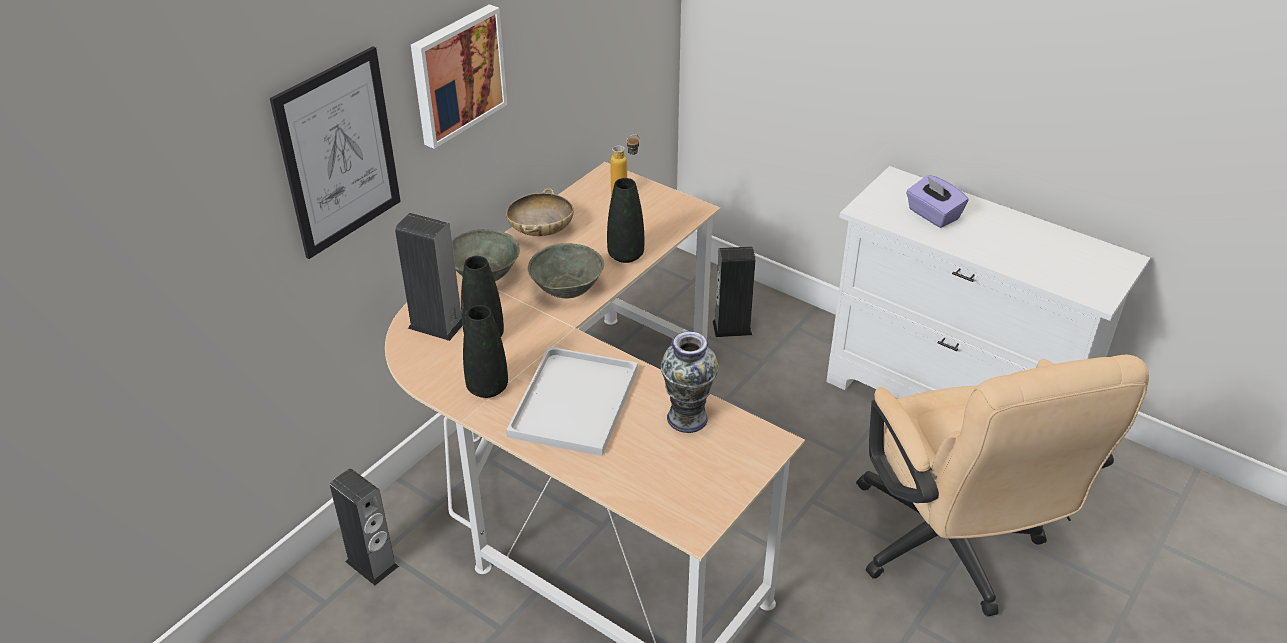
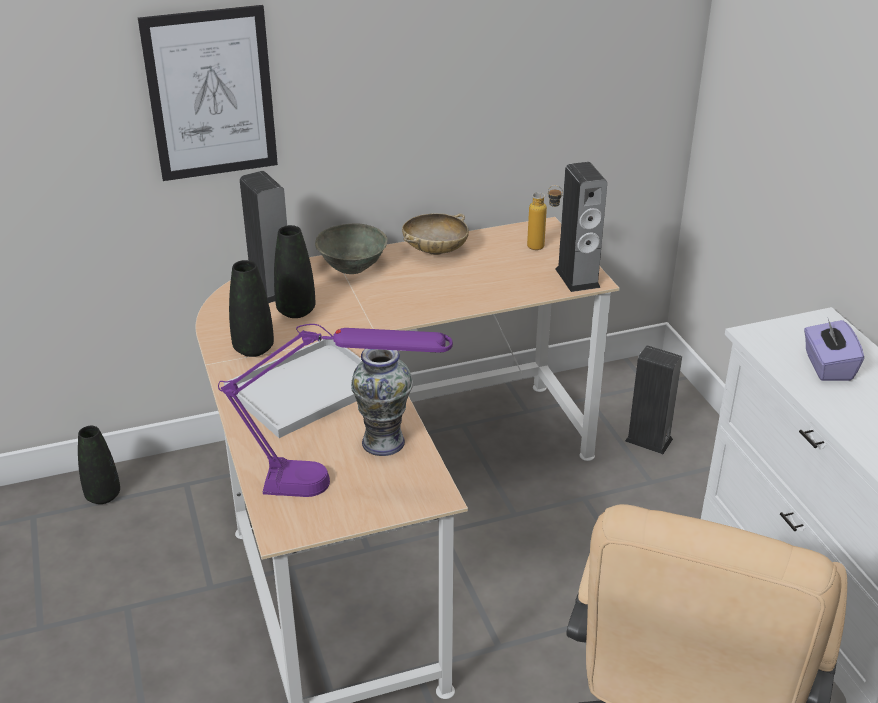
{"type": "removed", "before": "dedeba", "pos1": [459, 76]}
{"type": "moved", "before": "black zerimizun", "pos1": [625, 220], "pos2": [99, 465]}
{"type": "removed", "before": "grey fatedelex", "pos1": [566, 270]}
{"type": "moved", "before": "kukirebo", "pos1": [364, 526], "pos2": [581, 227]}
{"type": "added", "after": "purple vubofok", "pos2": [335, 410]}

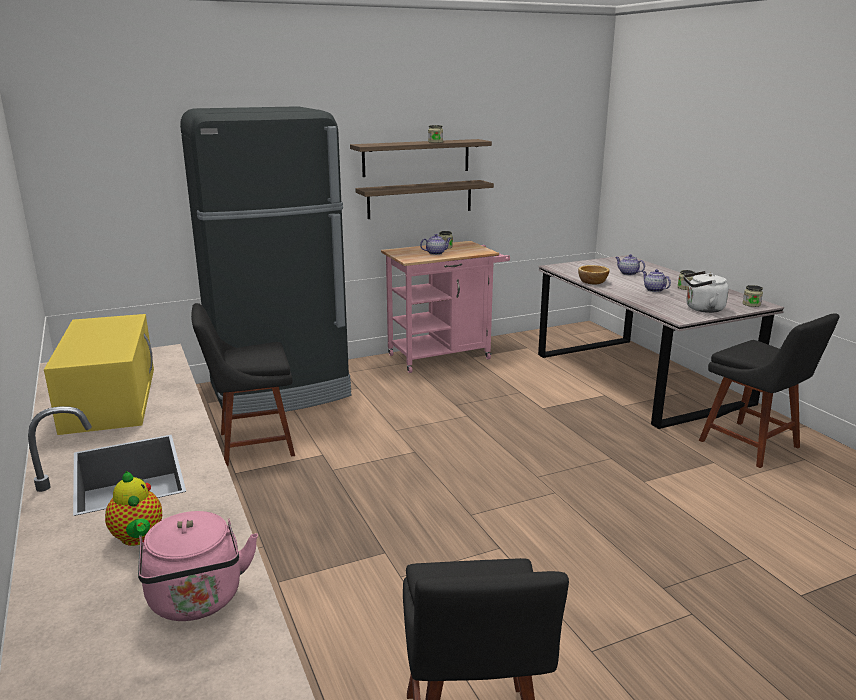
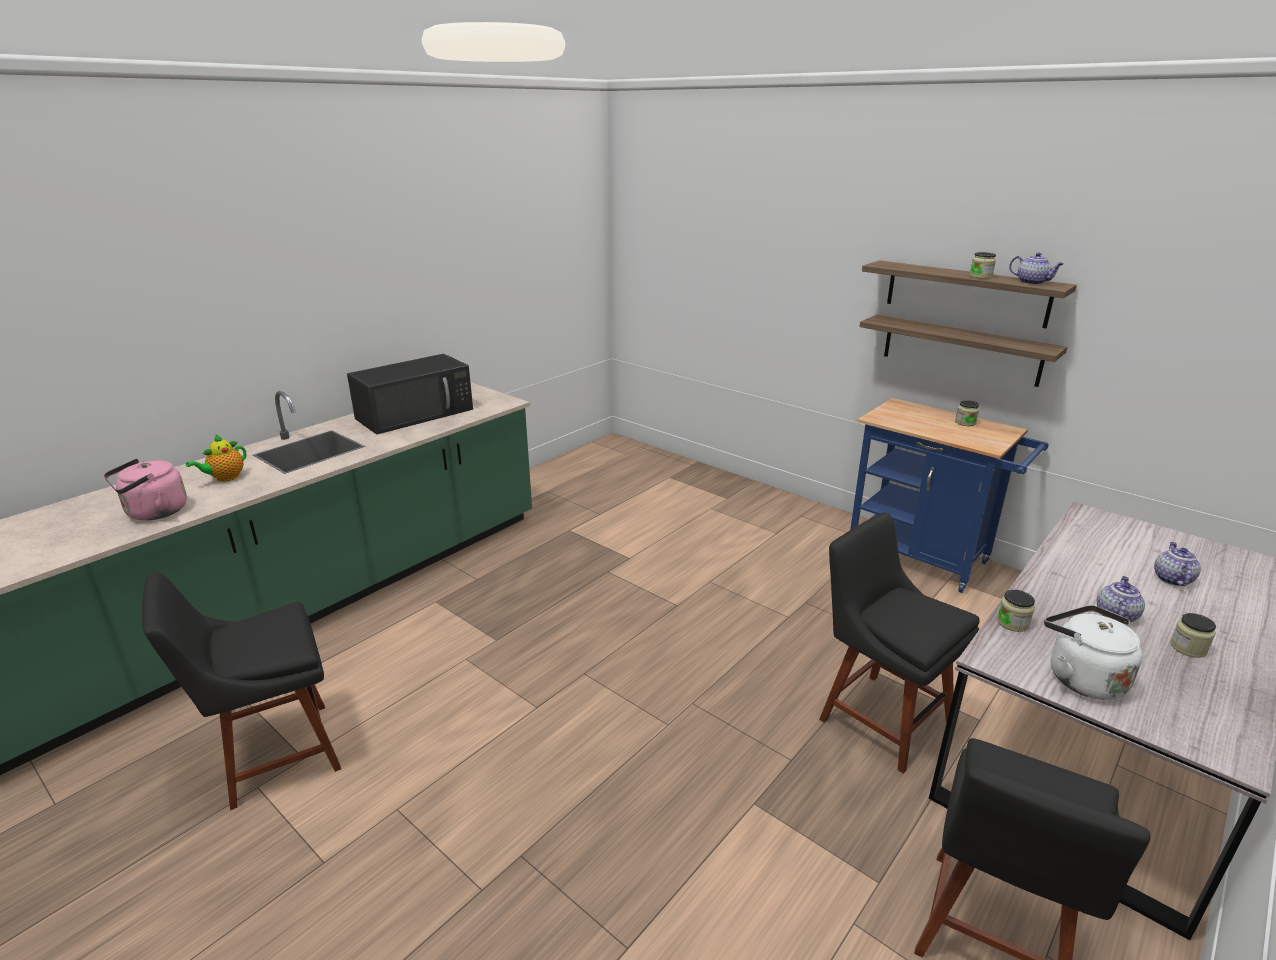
{"type": "removed", "before": "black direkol", "pos1": [265, 260]}
{"type": "moved", "before": "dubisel", "pos1": [435, 244], "pos2": [1036, 268]}
{"type": "recoloured", "before": "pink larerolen", "after": "blue larerolen", "pos1": [445, 307], "pos2": [949, 495]}
{"type": "removed", "before": "fatedelex", "pos1": [593, 275]}
{"type": "moved", "before": "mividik", "pos1": [753, 296], "pos2": [1016, 611]}
{"type": "moved", "before": "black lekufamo", "pos1": [243, 384], "pos2": [899, 643]}
{"type": "recoloured", "before": "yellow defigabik", "after": "black defigabik", "pos1": [99, 374], "pos2": [410, 394]}

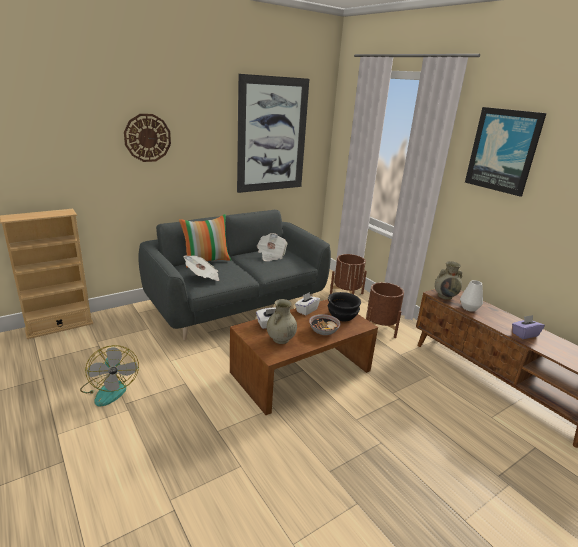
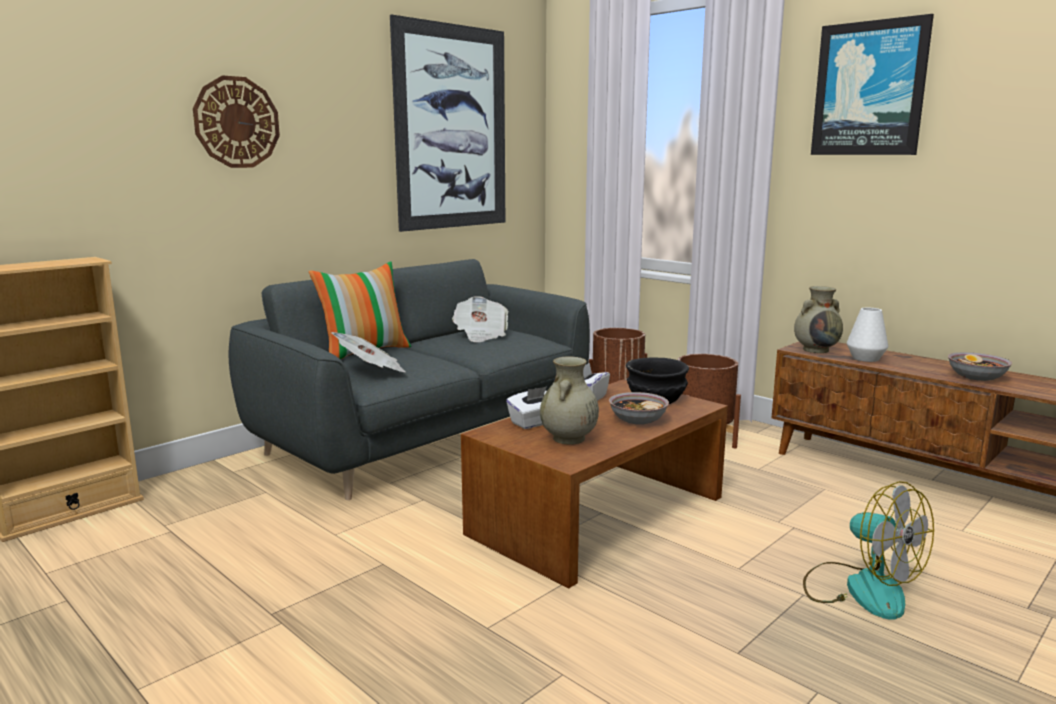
{"type": "replaced", "before": "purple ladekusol", "after": "fatedelex", "pos1": [528, 327], "pos2": [980, 366]}
{"type": "moved", "before": "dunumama", "pos1": [109, 376], "pos2": [868, 550]}

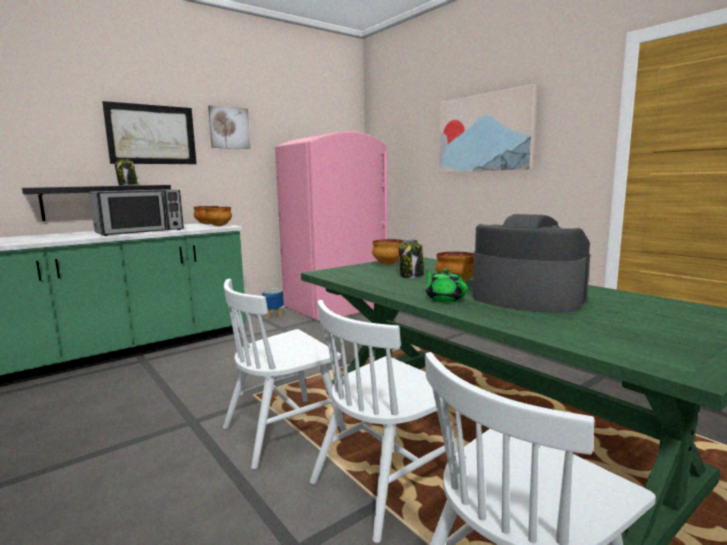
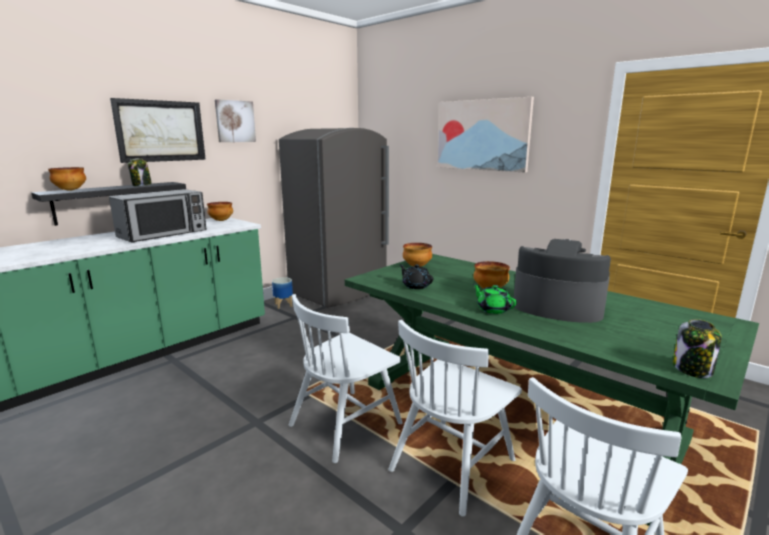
{"type": "recoloured", "before": "pink direkol", "after": "grey direkol", "pos1": [331, 226], "pos2": [334, 218]}
{"type": "moved", "before": "fatedelex", "pos1": [218, 216], "pos2": [67, 179]}
{"type": "moved", "before": "mividik", "pos1": [411, 258], "pos2": [697, 348]}
{"type": "added", "after": "black dubisel", "pos2": [416, 276]}

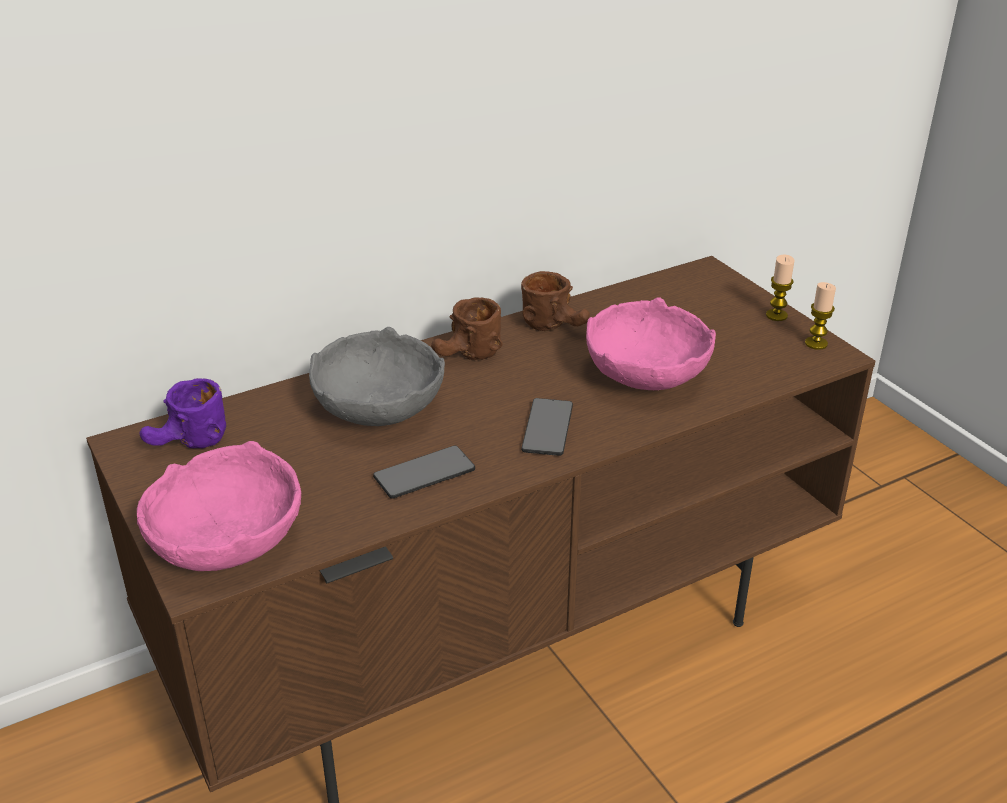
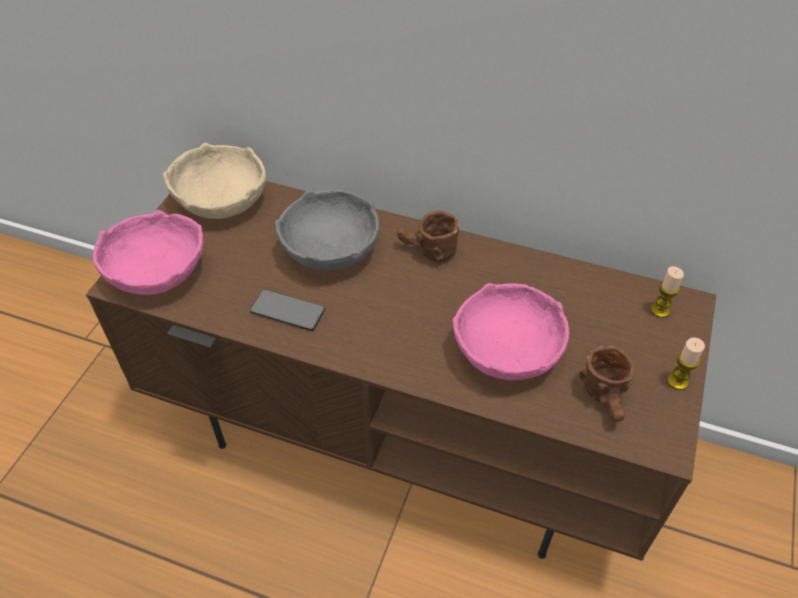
{"type": "moved", "before": "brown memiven", "pos1": [555, 301], "pos2": [607, 384]}
{"type": "moved", "before": "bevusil", "pos1": [820, 316], "pos2": [667, 292]}
{"type": "replaced", "before": "purple memiven", "after": "beige fatedelex", "pos1": [182, 413], "pos2": [214, 180]}
{"type": "removed", "before": "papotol", "pos1": [547, 427]}

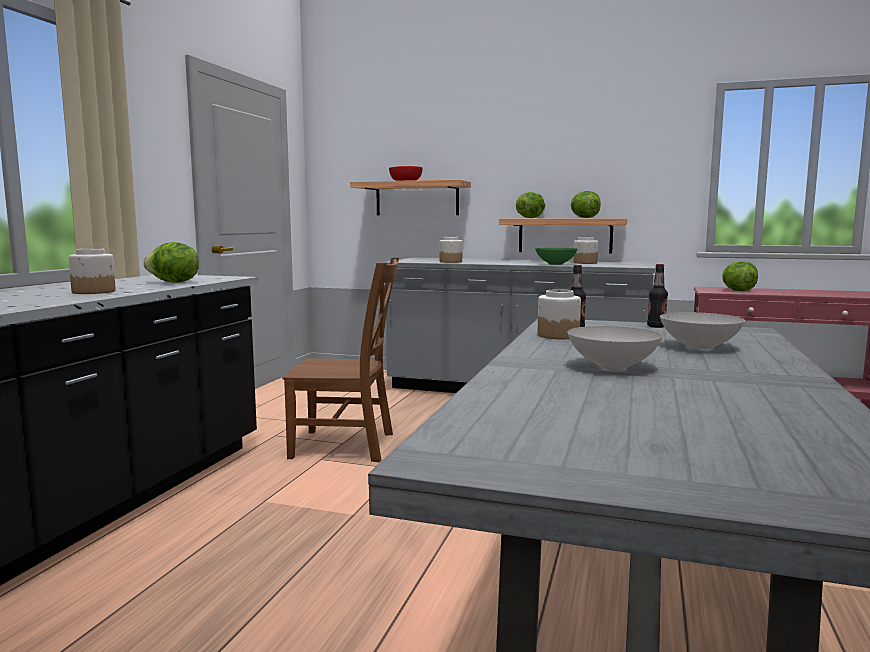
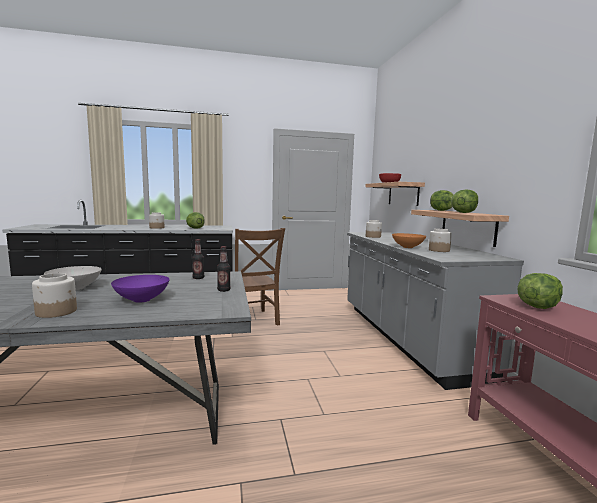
{"type": "recoloured", "before": "green fatedelex", "after": "orange fatedelex", "pos1": [556, 256], "pos2": [409, 240]}
{"type": "moved", "before": "mividik", "pos1": [559, 314], "pos2": [54, 295]}
{"type": "recoloured", "before": "white fatedelex", "after": "purple fatedelex", "pos1": [702, 330], "pos2": [140, 289]}

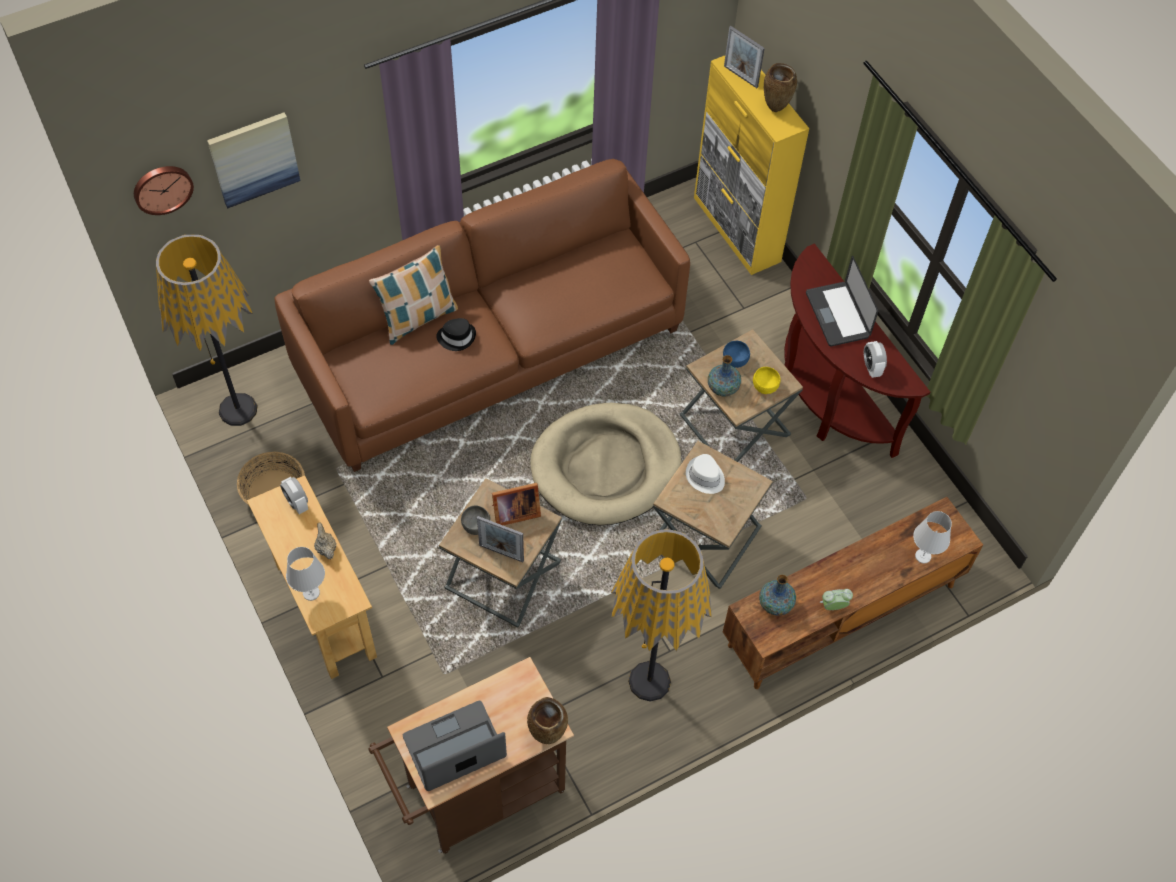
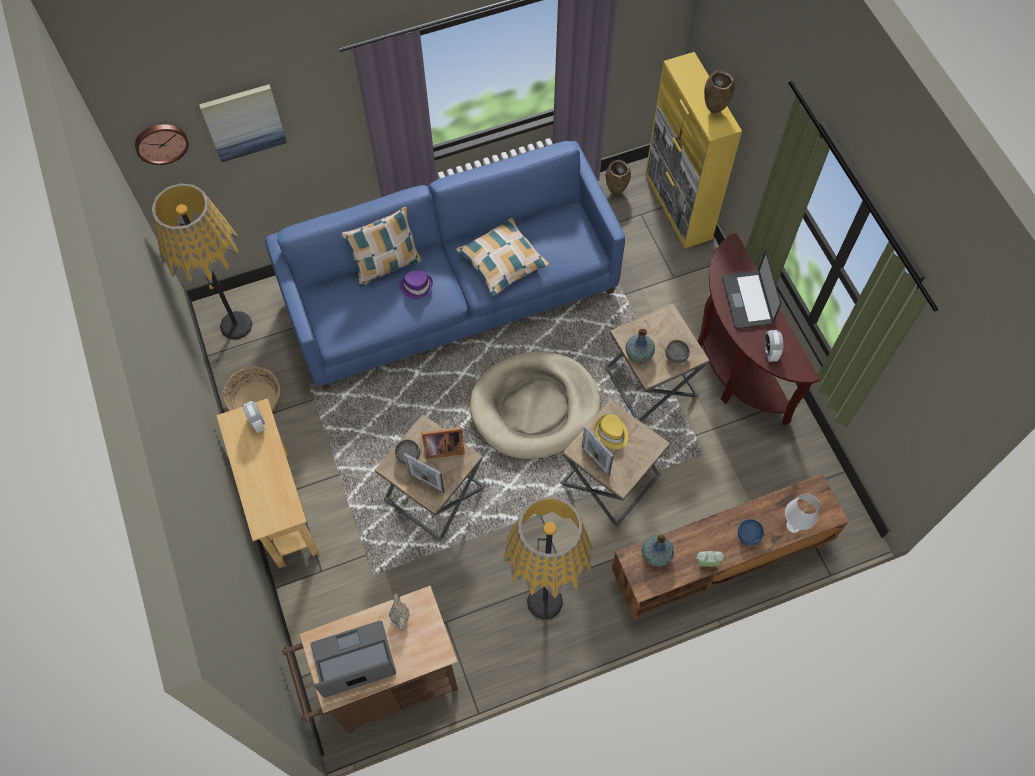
{"type": "moved", "before": "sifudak", "pos1": [744, 57], "pos2": [597, 451]}
{"type": "recoloured", "before": "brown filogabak", "after": "blue filogabak", "pos1": [482, 315], "pos2": [445, 265]}
{"type": "recoloured", "before": "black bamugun", "after": "purple bamugun", "pos1": [456, 334], "pos2": [416, 285]}
{"type": "moved", "before": "blue fatedelex", "pos1": [736, 354], "pos2": [751, 532]}
{"type": "recoloured", "before": "yellow fatedelex", "after": "grey fatedelex", "pos1": [767, 380], "pos2": [677, 352]}
{"type": "recoloured", "before": "white bamugun", "after": "yellow bamugun", "pos1": [705, 474], "pos2": [611, 431]}
{"type": "moved", "before": "beige dubisel", "pos1": [325, 540], "pos2": [399, 611]}
{"type": "removed", "before": "white vubofok", "pos1": [305, 574]}
{"type": "moved", "before": "brown zerimizun", "pos1": [547, 720], "pos2": [618, 177]}
{"type": "added", "after": "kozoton", "pos2": [502, 257]}

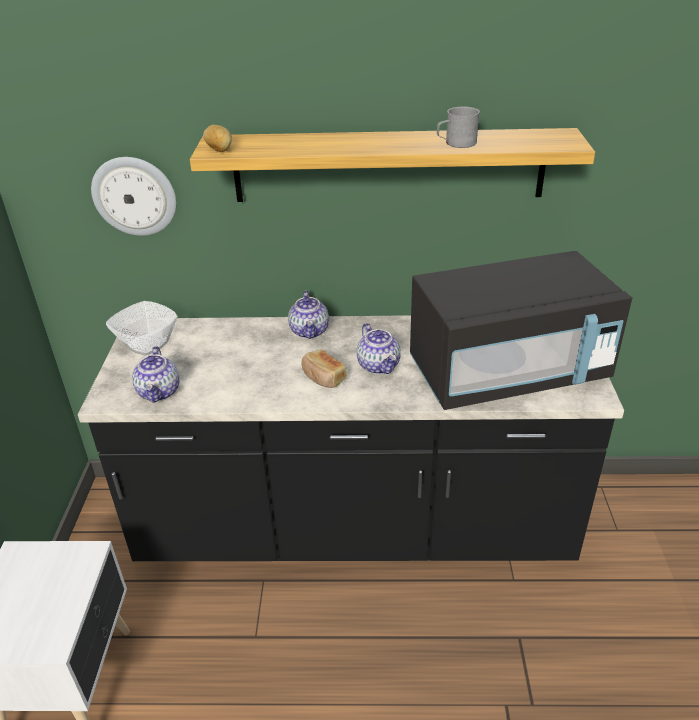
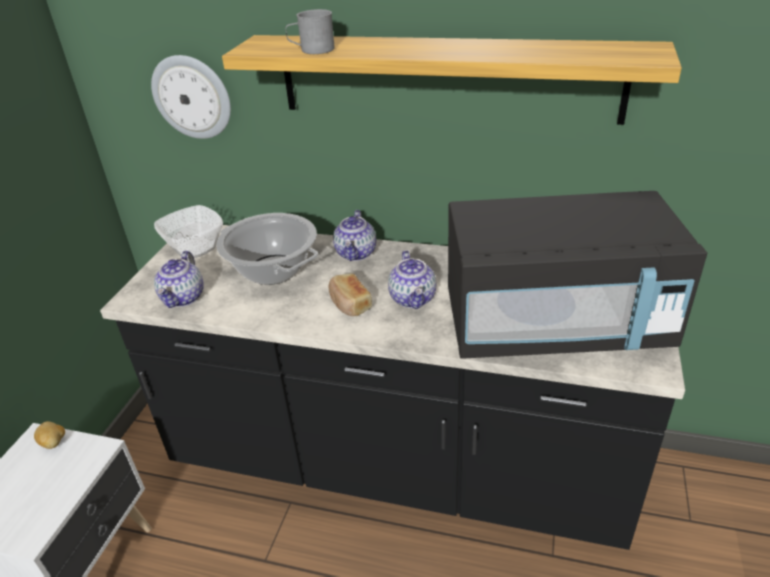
{"type": "moved", "before": "grey memiven", "pos1": [458, 127], "pos2": [310, 31]}
{"type": "moved", "before": "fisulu", "pos1": [217, 138], "pos2": [49, 435]}
{"type": "added", "after": "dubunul", "pos2": [267, 249]}

